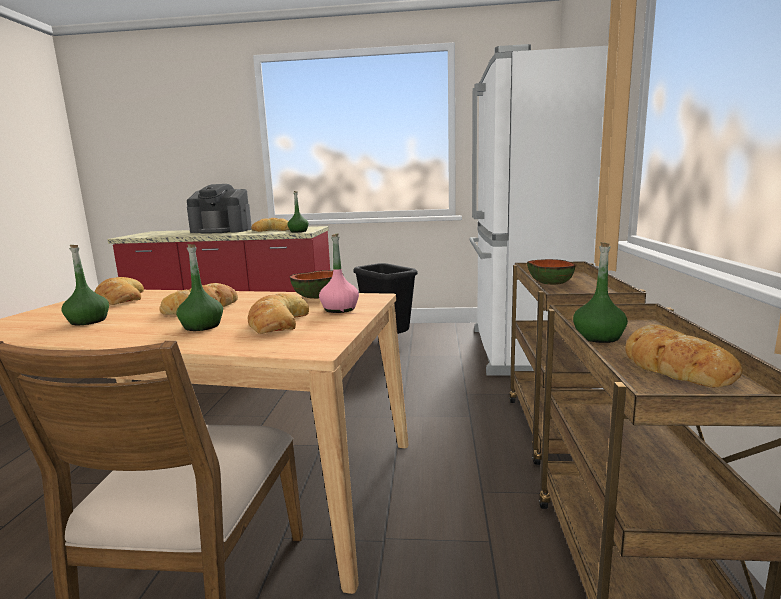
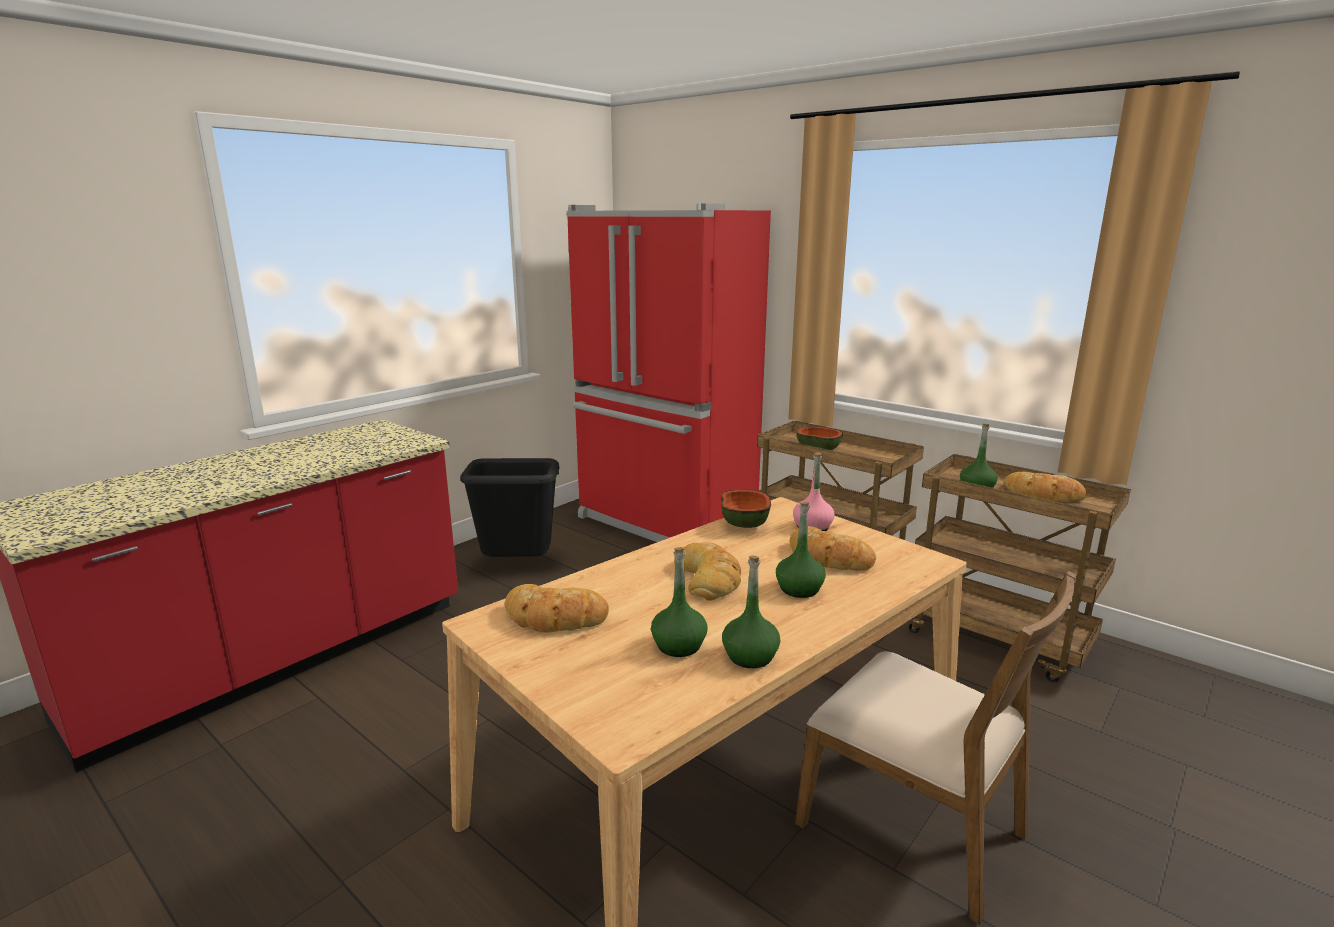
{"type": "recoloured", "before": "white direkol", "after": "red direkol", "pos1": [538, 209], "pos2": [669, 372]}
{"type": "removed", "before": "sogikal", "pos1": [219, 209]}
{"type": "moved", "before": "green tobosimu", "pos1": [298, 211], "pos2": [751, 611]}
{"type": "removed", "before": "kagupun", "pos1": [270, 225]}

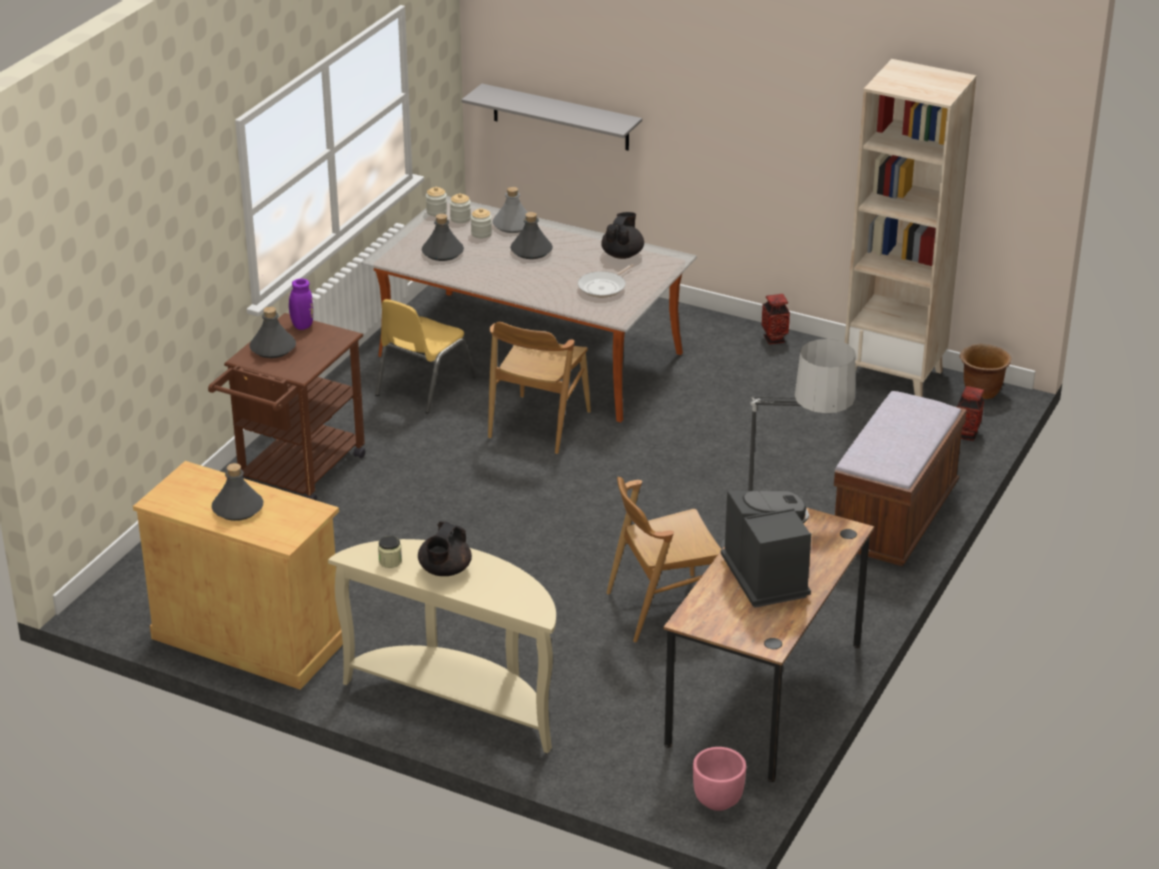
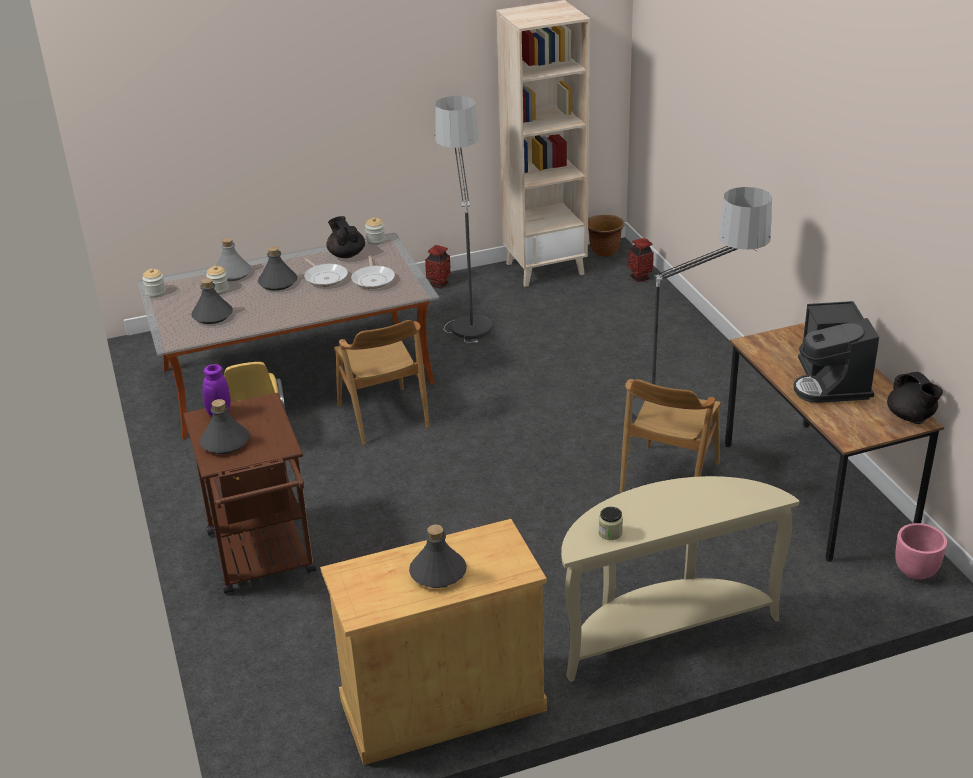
{"type": "removed", "before": "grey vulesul", "pos1": [551, 117]}
{"type": "moved", "before": "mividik", "pos1": [460, 208], "pos2": [375, 231]}
{"type": "removed", "before": "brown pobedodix", "pos1": [900, 478]}
{"type": "turned", "before": "sogikal", "pos1": [766, 549], "pos2": [836, 352], "turn": -120}
{"type": "moved", "before": "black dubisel", "pos1": [445, 548], "pos2": [915, 397]}
{"type": "added", "after": "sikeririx", "pos2": [463, 219]}
{"type": "added", "after": "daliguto", "pos2": [325, 272]}

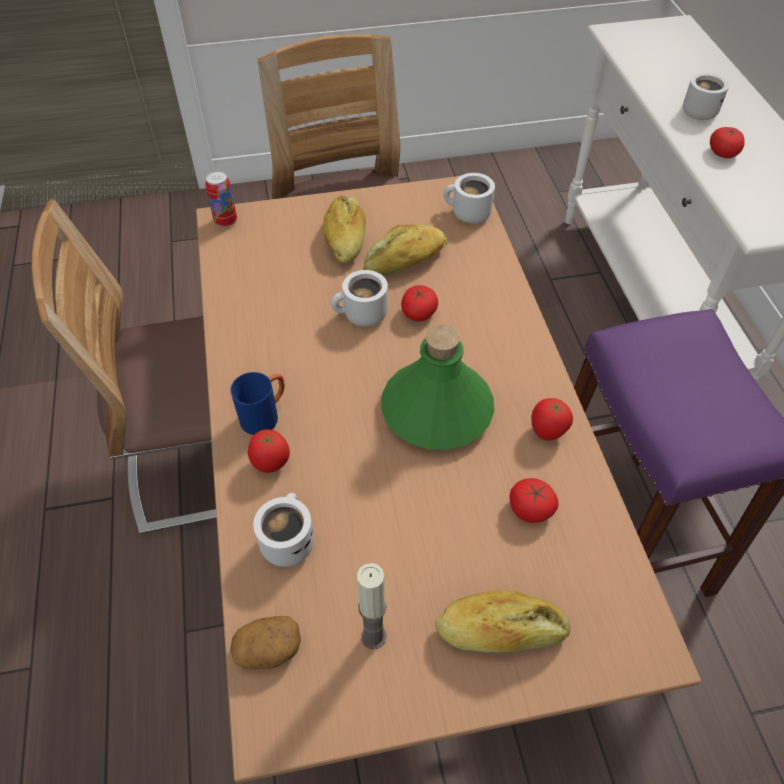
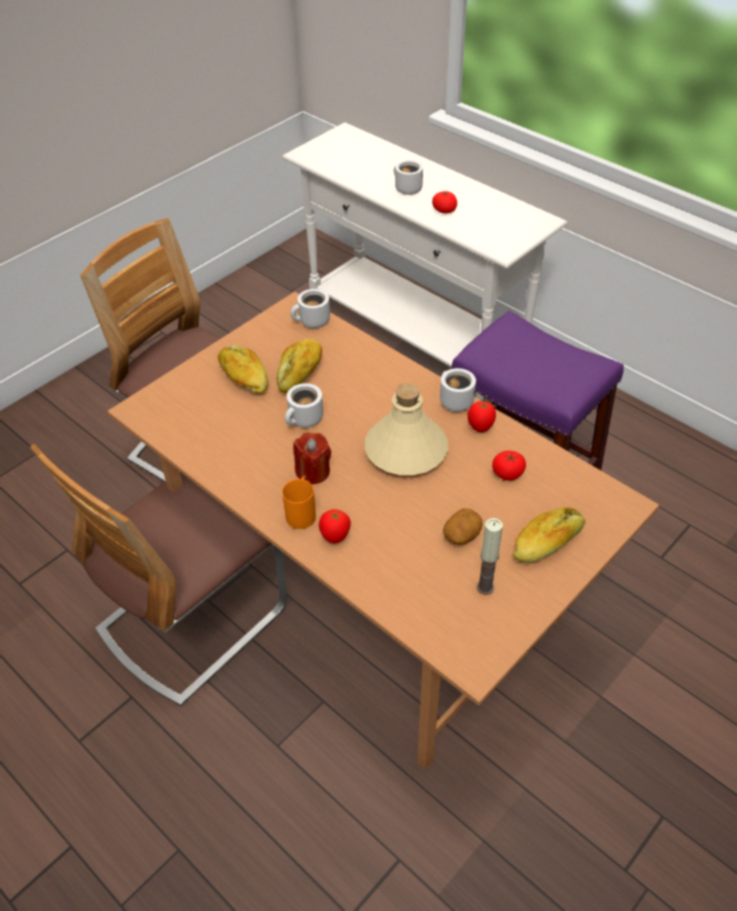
{"type": "removed", "before": "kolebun", "pos1": [221, 199]}
{"type": "removed", "before": "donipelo", "pos1": [419, 303]}
{"type": "recoloured", "before": "green tobosimu", "after": "beige tobosimu", "pos1": [437, 387], "pos2": [406, 429]}
{"type": "recoloured", "before": "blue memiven", "after": "orange memiven", "pos1": [258, 403], "pos2": [299, 502]}
{"type": "moved", "before": "white memiven", "pos1": [283, 530], "pos2": [458, 390]}
{"type": "moved", "before": "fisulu", "pos1": [265, 642], "pos2": [463, 526]}
{"type": "added", "after": "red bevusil", "pos2": [312, 458]}

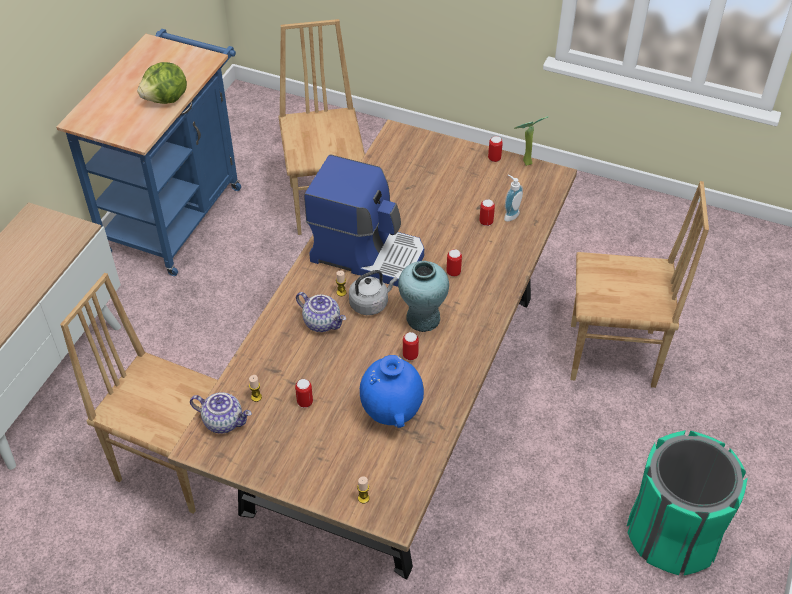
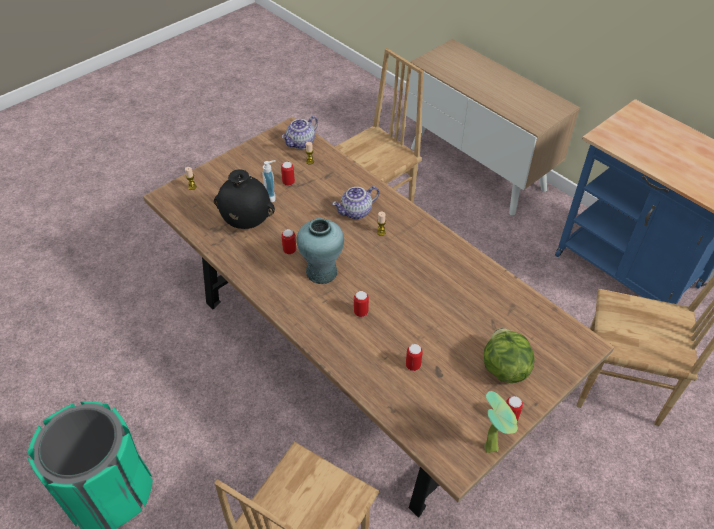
{"type": "moved", "before": "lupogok", "pos1": [162, 83], "pos2": [509, 355]}
{"type": "removed", "before": "sogikal", "pos1": [364, 221]}
{"type": "moved", "before": "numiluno", "pos1": [513, 198], "pos2": [269, 181]}
{"type": "removed", "before": "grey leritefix", "pos1": [373, 292]}
{"type": "recoloured", "before": "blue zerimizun", "after": "black zerimizun", "pos1": [392, 391], "pos2": [244, 199]}

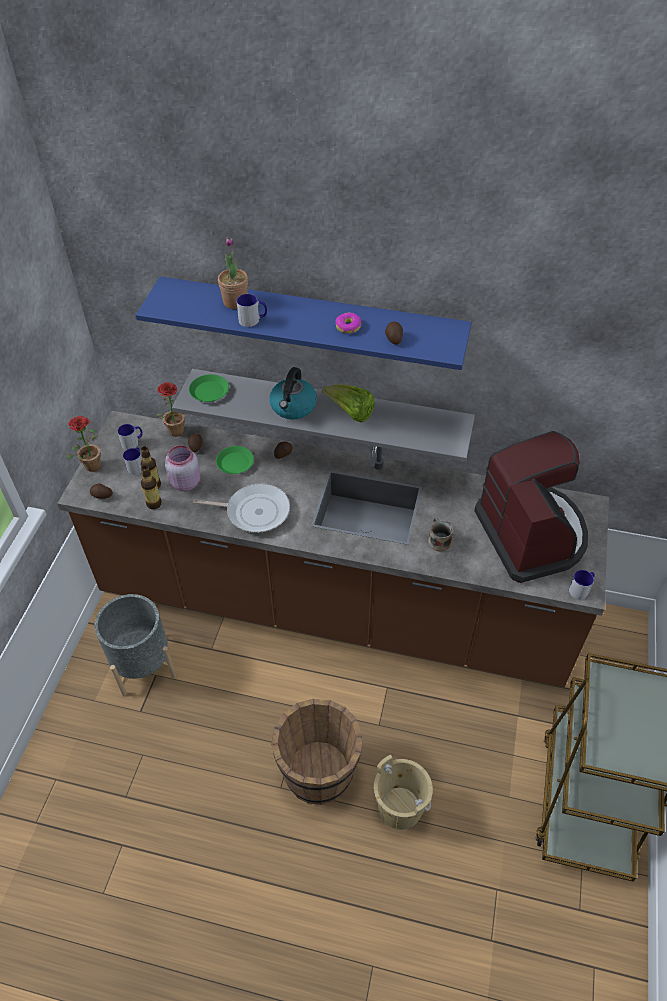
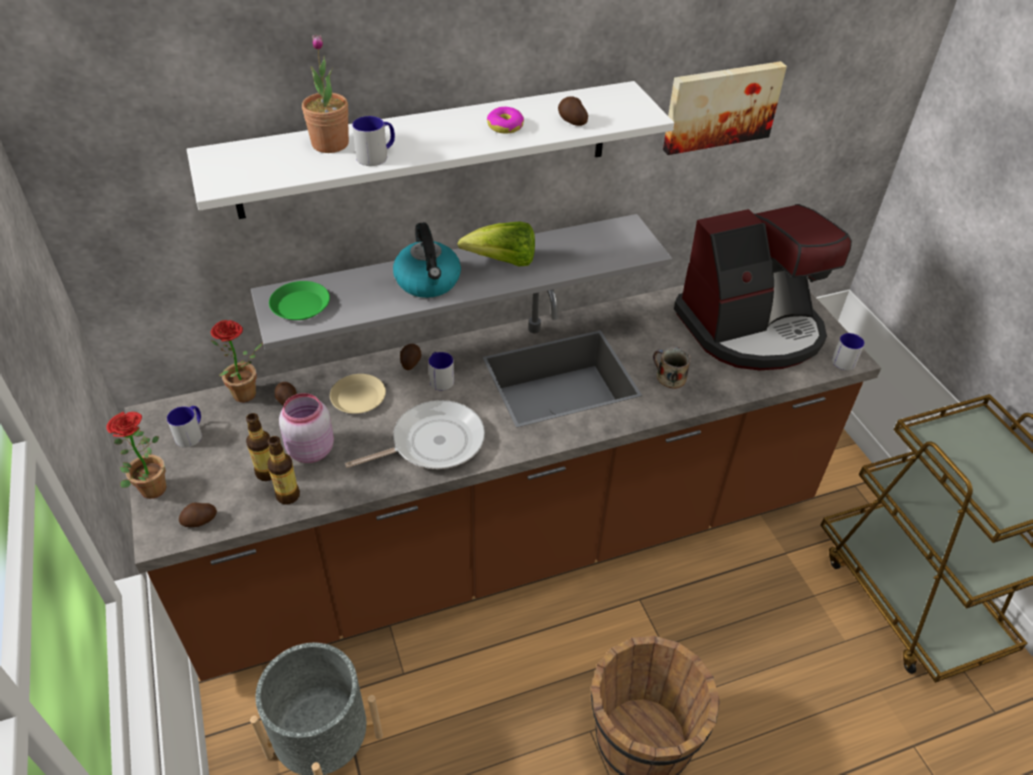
{"type": "recoloured", "before": "blue vulesul", "after": "white vulesul", "pos1": [304, 323], "pos2": [430, 150]}
{"type": "turned", "before": "sogikal", "pos1": [531, 507], "pos2": [763, 287], "turn": 120}
{"type": "recoloured", "before": "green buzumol", "after": "beige buzumol", "pos1": [235, 460], "pos2": [358, 394]}
{"type": "moved", "before": "memiven", "pos1": [132, 461], "pos2": [441, 371]}
{"type": "removed", "before": "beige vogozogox", "pos1": [403, 792]}
{"type": "added", "after": "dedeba", "pos2": [725, 108]}

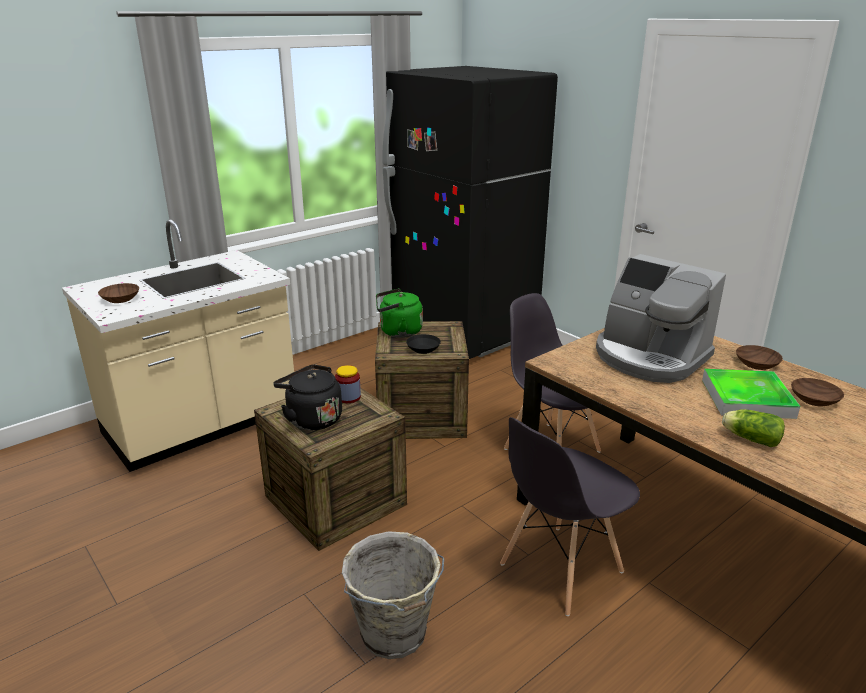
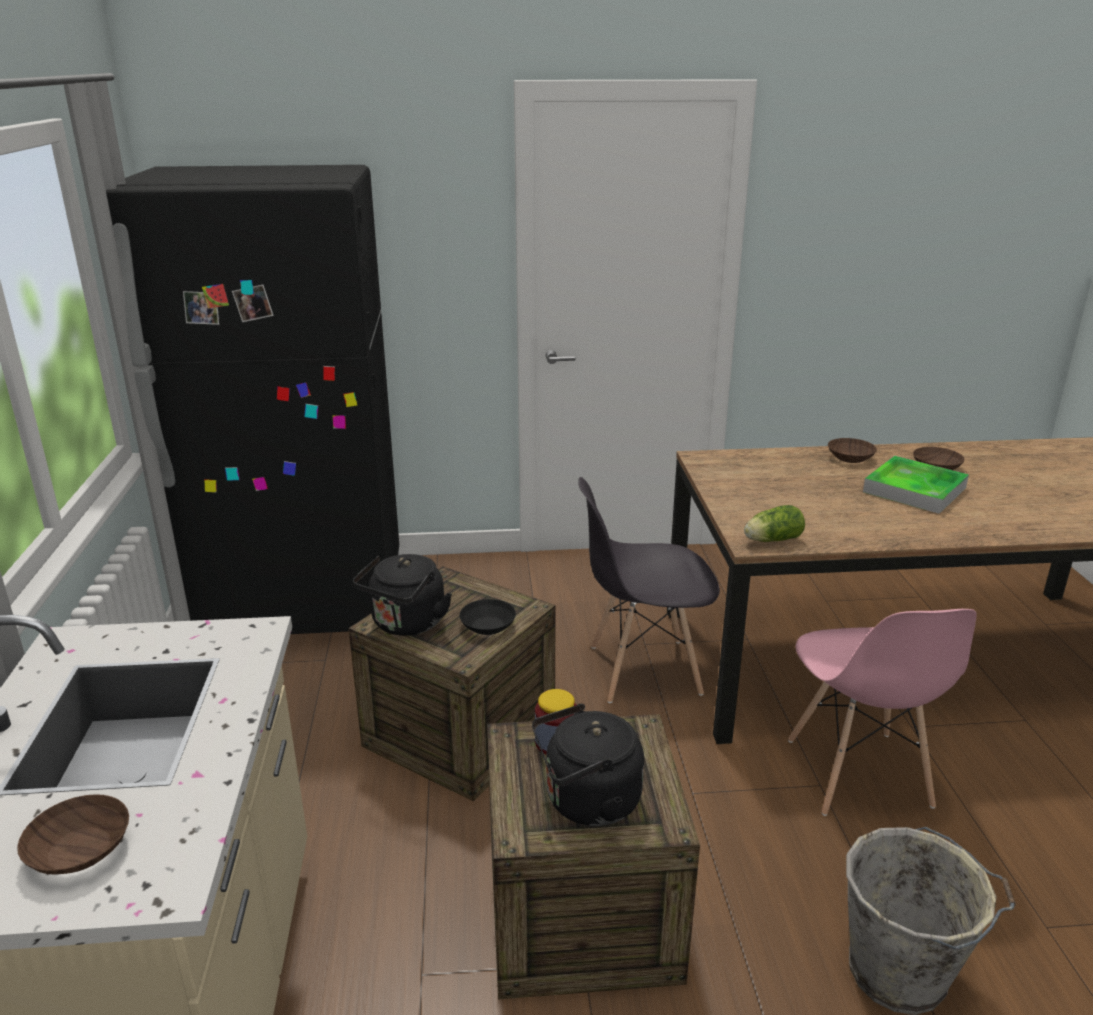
{"type": "removed", "before": "sogikal", "pos1": [661, 318]}
{"type": "recoloured", "before": "green leritefix", "after": "black leritefix", "pos1": [399, 312], "pos2": [402, 595]}
{"type": "moved", "before": "lupogok", "pos1": [753, 428], "pos2": [774, 523]}
{"type": "recoloured", "before": "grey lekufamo", "after": "pink lekufamo", "pos1": [570, 516], "pos2": [882, 712]}

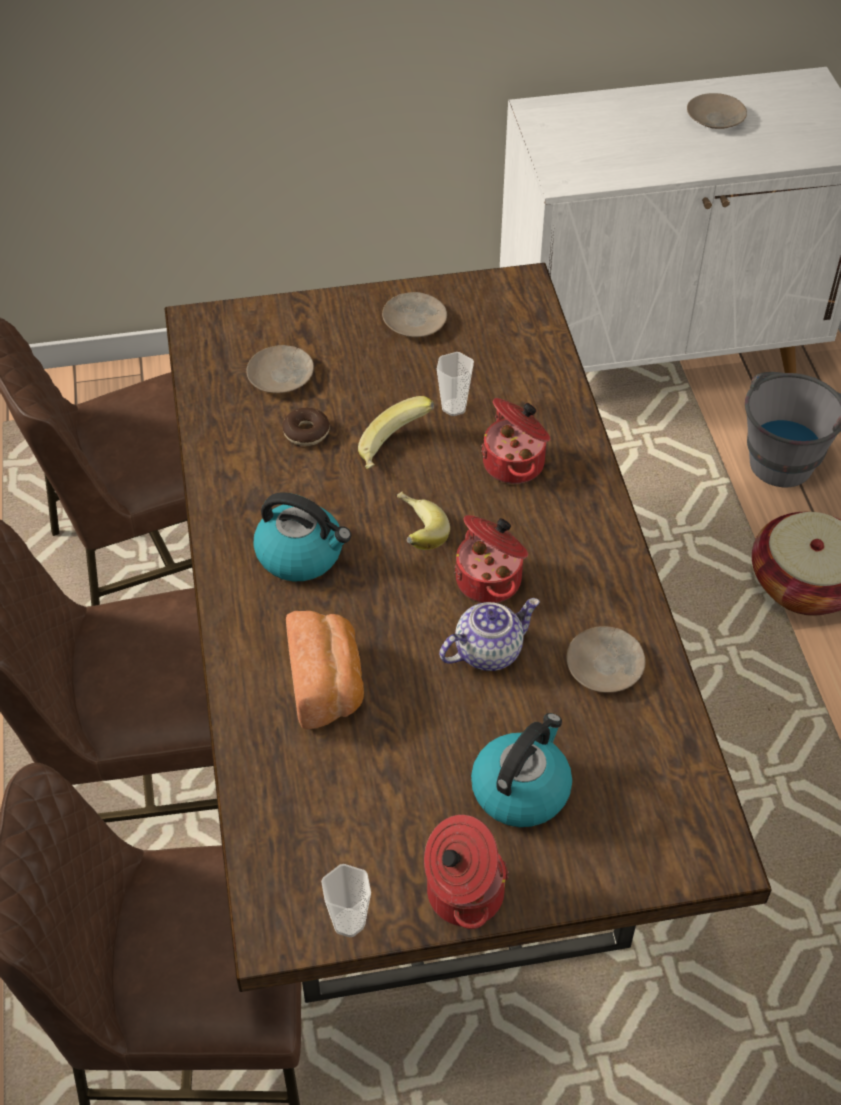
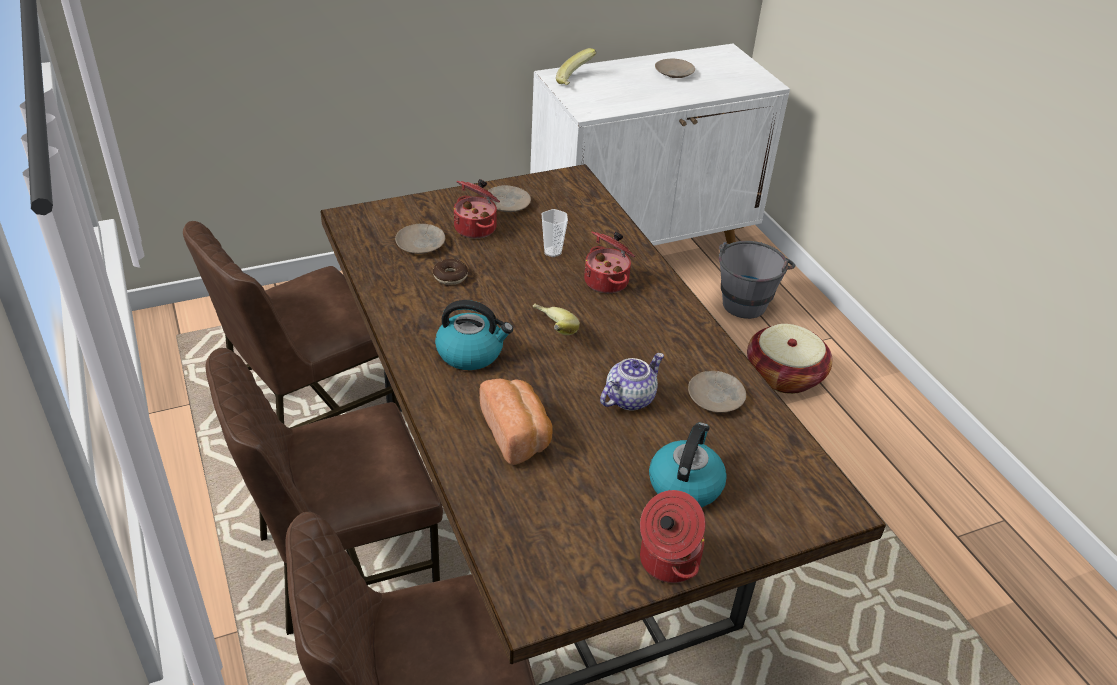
{"type": "moved", "before": "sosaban", "pos1": [396, 432], "pos2": [576, 66]}
{"type": "moved", "before": "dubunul", "pos1": [491, 559], "pos2": [477, 208]}
{"type": "removed", "before": "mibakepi", "pos1": [346, 900]}

